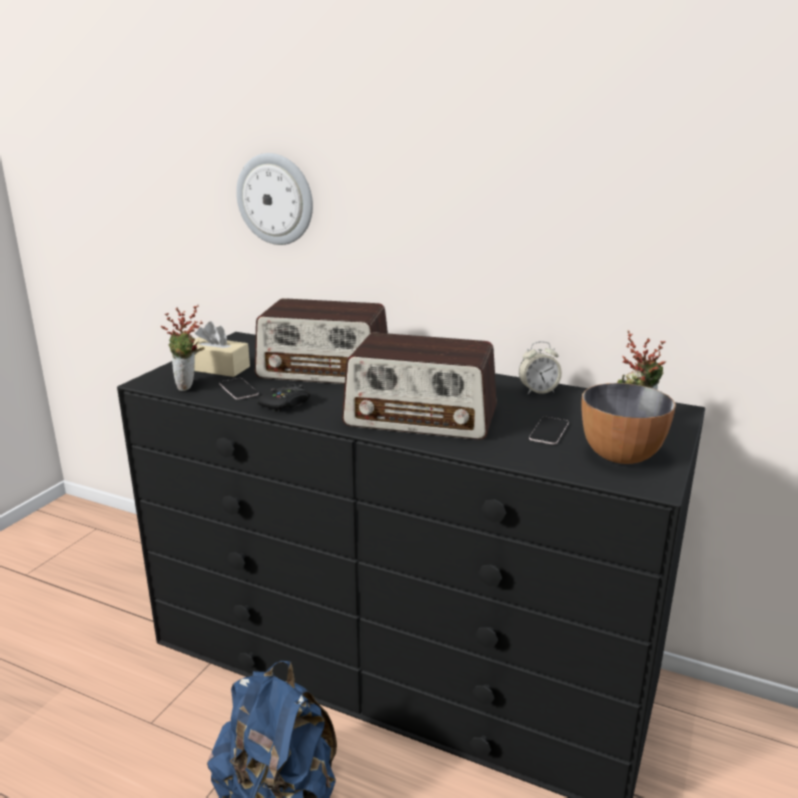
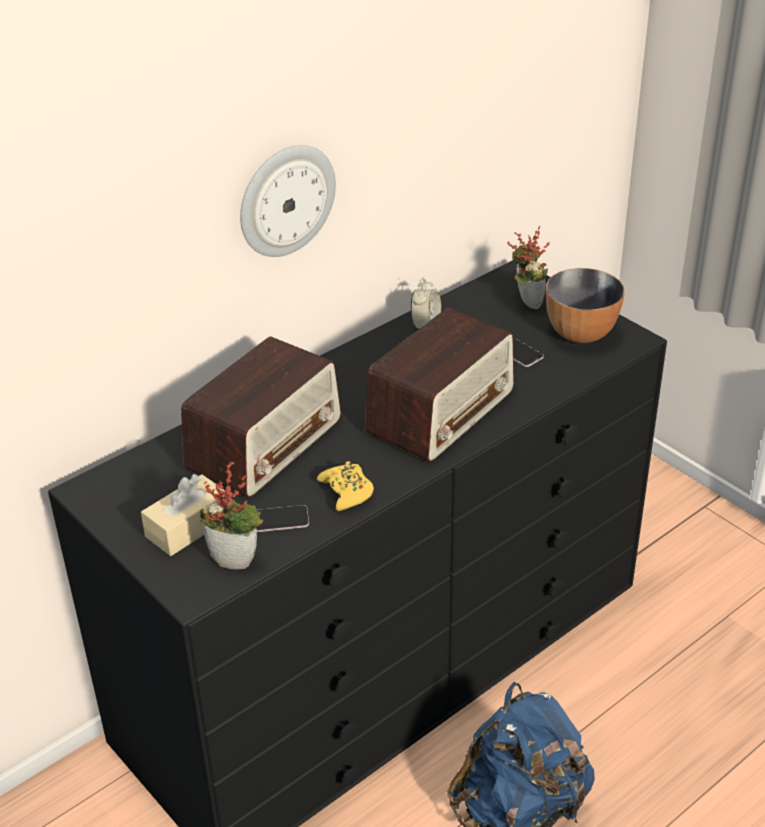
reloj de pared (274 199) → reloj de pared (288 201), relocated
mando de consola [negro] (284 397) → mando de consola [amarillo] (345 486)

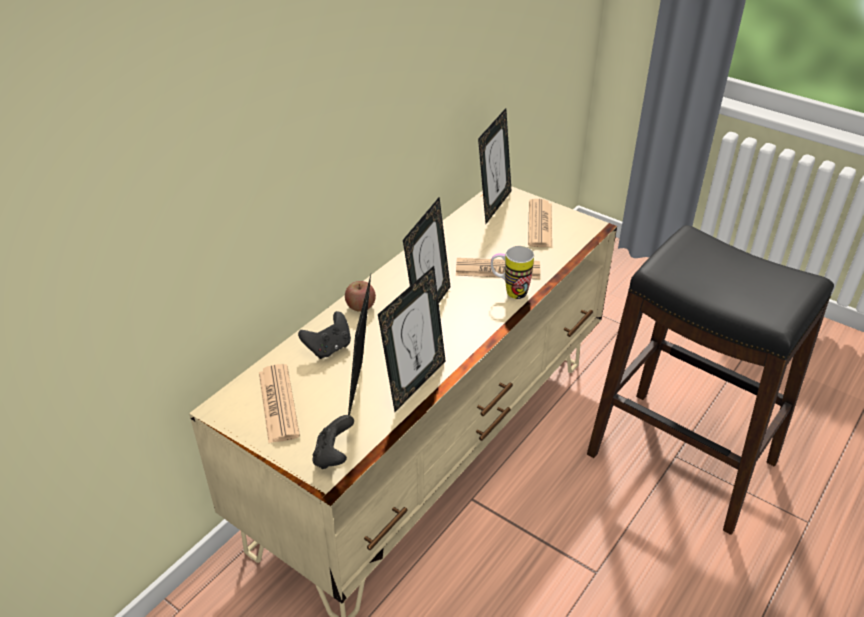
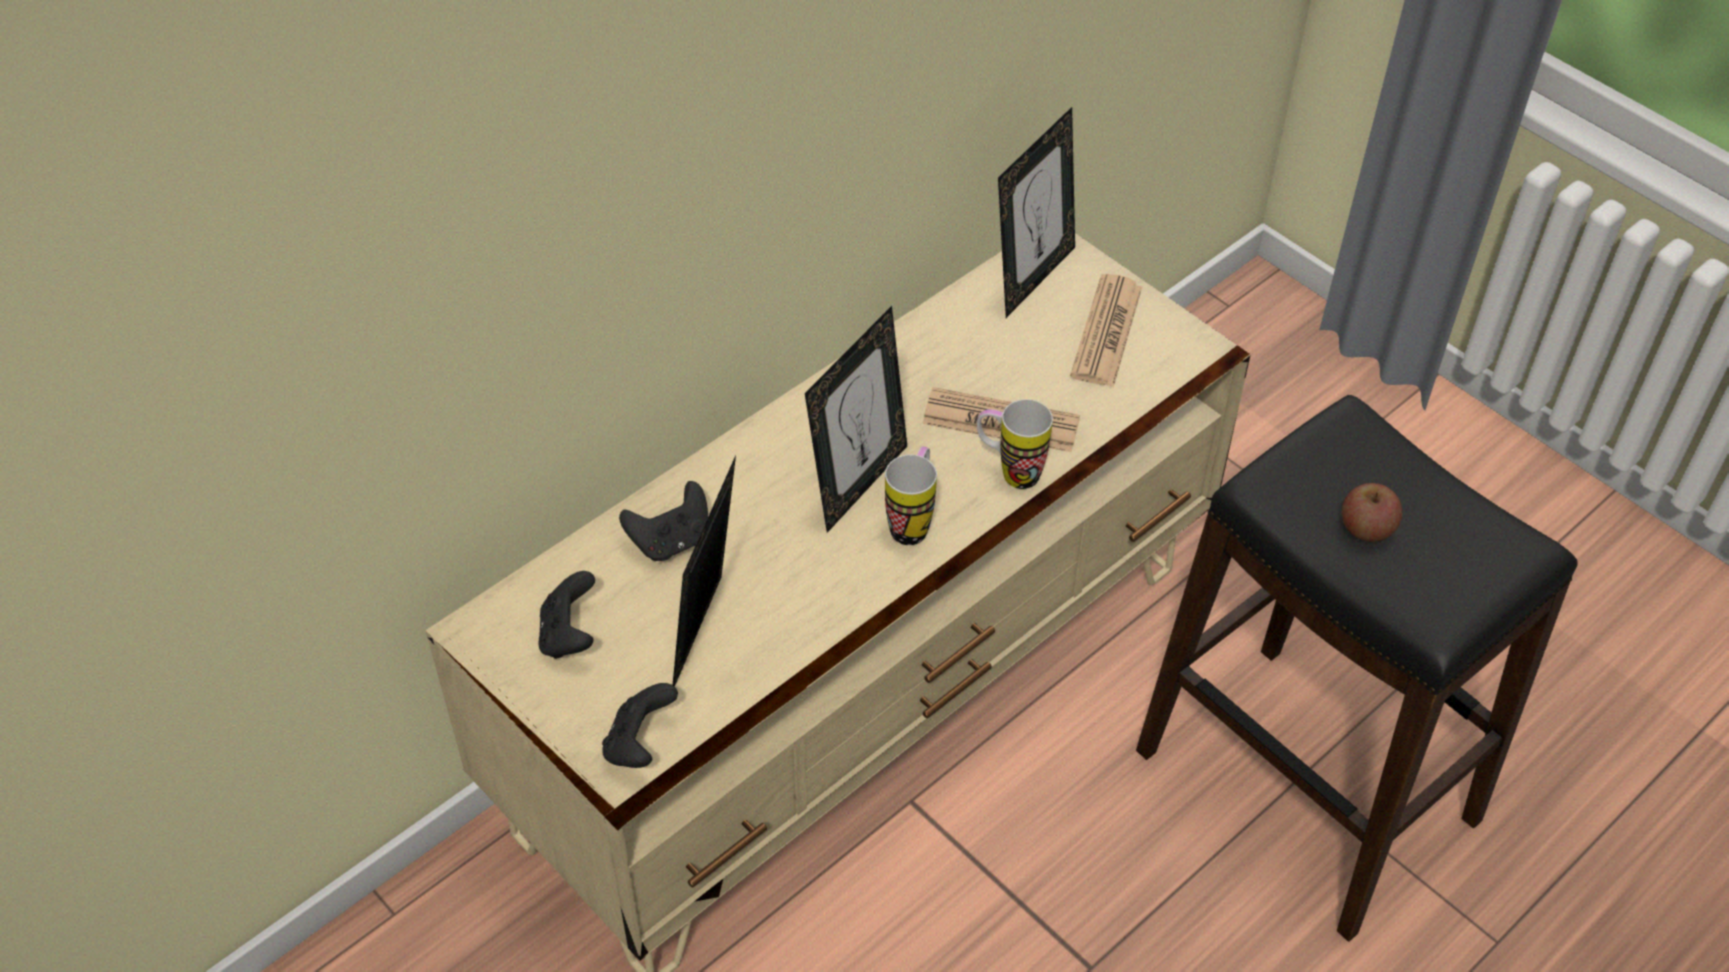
periódico (279 403) → mando de consola [negro] (566 615)
manzana (360 296) → manzana (1372 512), relocated
portarretratos (412 339) → -
- → taza grande (911 496)

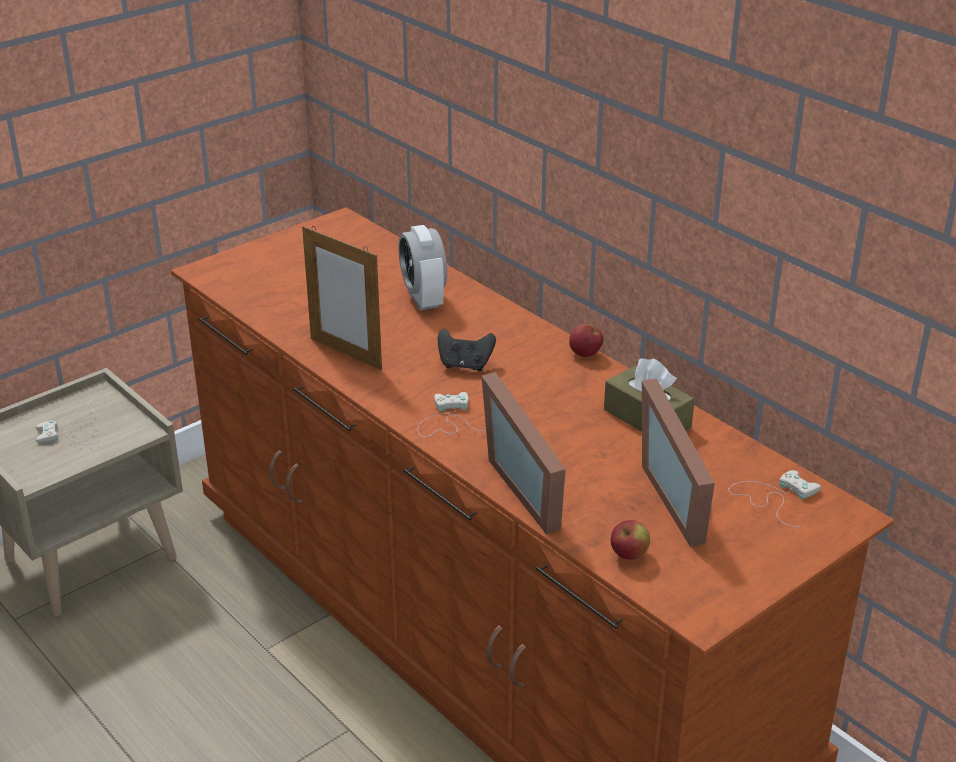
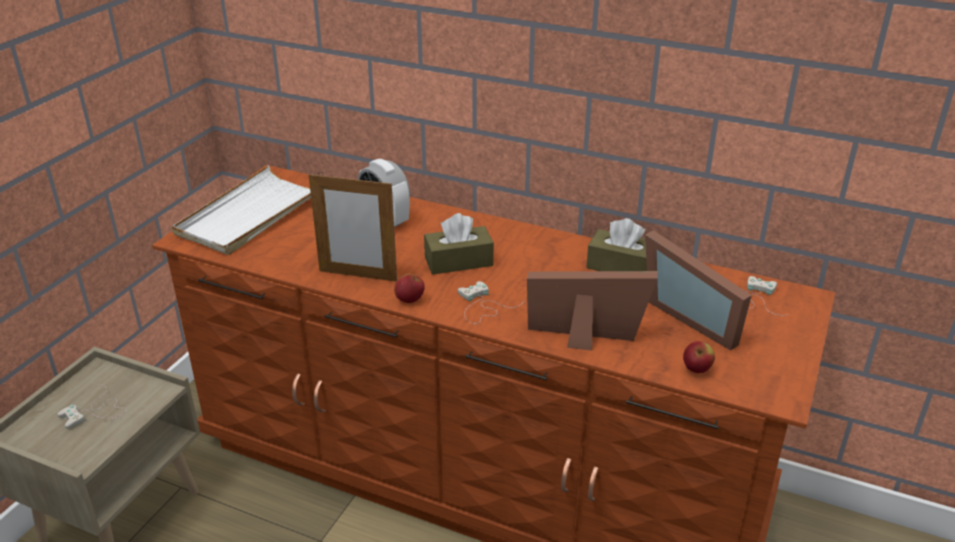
mando de consola [negro] (467 350) → caja de pañuelos [marrón] (459 244)
portarretratos (523 453) → portarretratos (592 311), 150 degrees clockwise
manzana (586 340) → manzana (409 288), relocated
- → bandeja [blanco] (241 210)

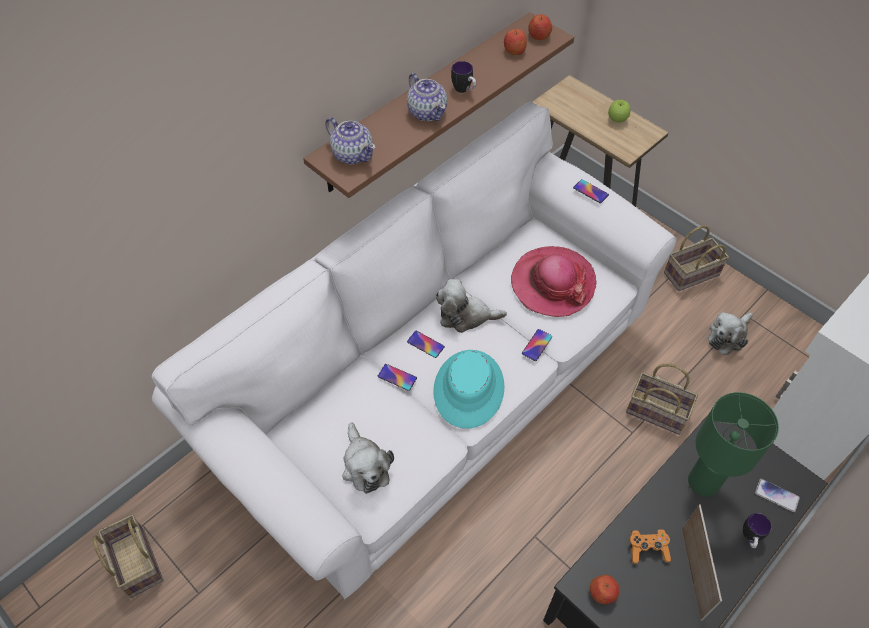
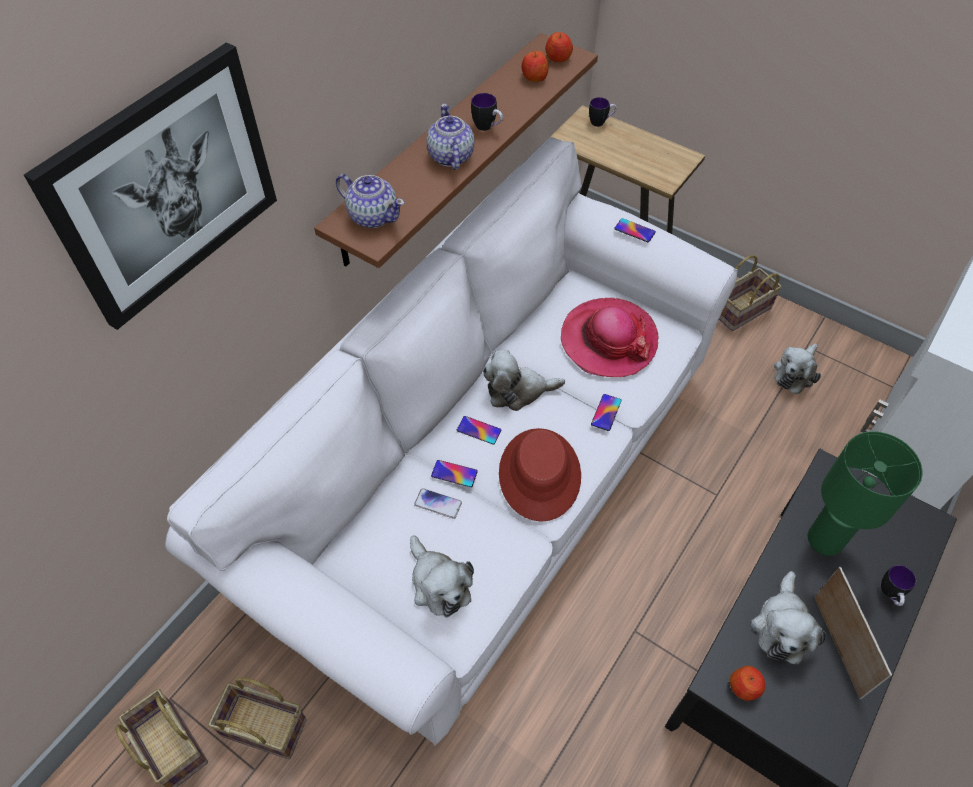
tetera (427 97) → tetera (450 137), 150 degrees counterclockwise
sombrero [turquesa] (469 389) → sombrero [rojo] (540 475)
manzana (619 111) → -
cesta (662 399) → cesta (257 718), relocated
mando de consola [naranja] (650 546) → peluche (788 617)
móvil (777 495) → móvil (438 503), relocated
- → cuadro (150 186)
- → taza grande (603 112)

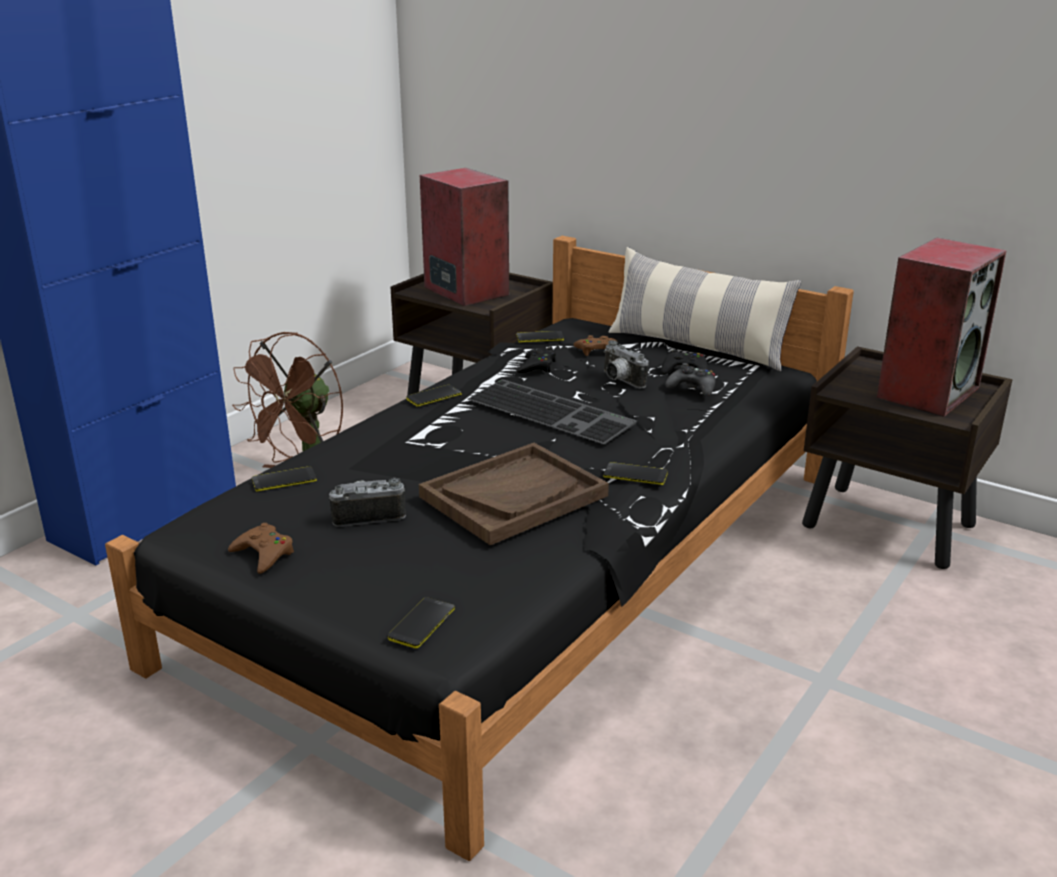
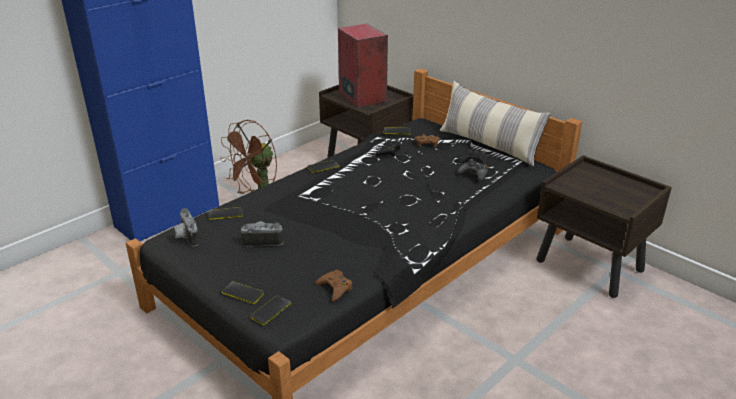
mando de consola [marrón] (261 548) → mando de consola [marrón] (334 286), relocated
bandeja [marrón] (514 494) → -
teclado (552 411) → -
cámara (625 364) → cámara (186 227), relocated
móvil (635 473) → móvil (243 293), relocated
altavoz (942 327) → -

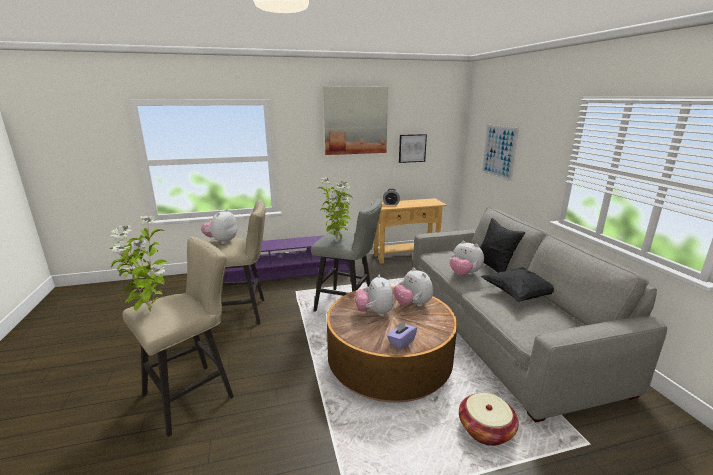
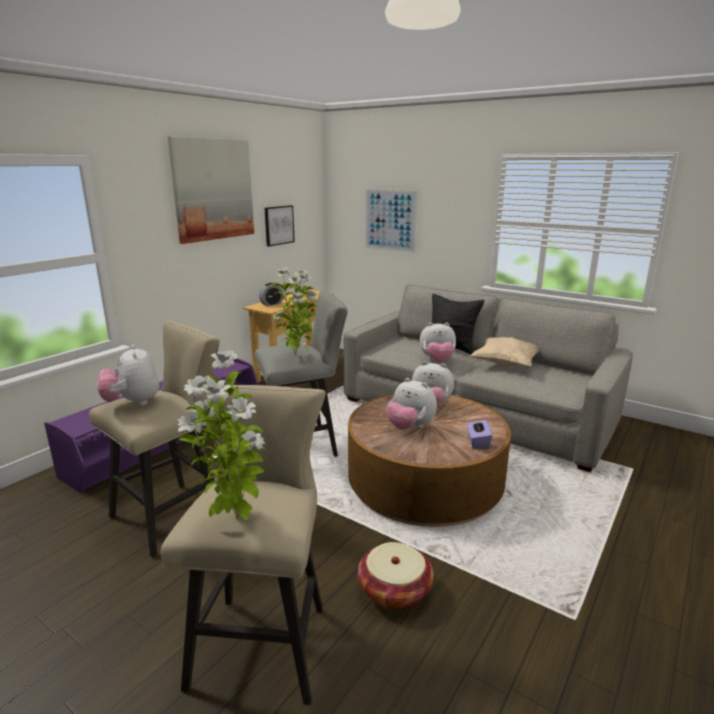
cesta (489 419) → cesta (396 576), relocated
cojín [negro] (517 284) → cojín [beis] (504 352)

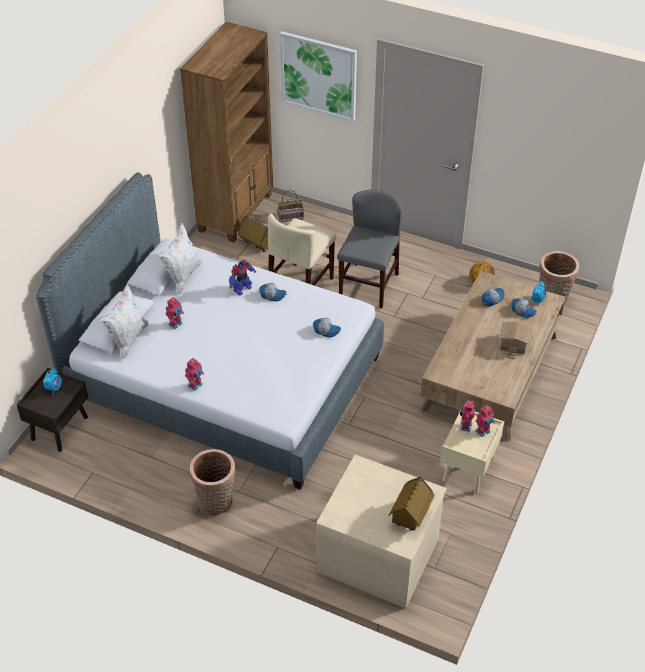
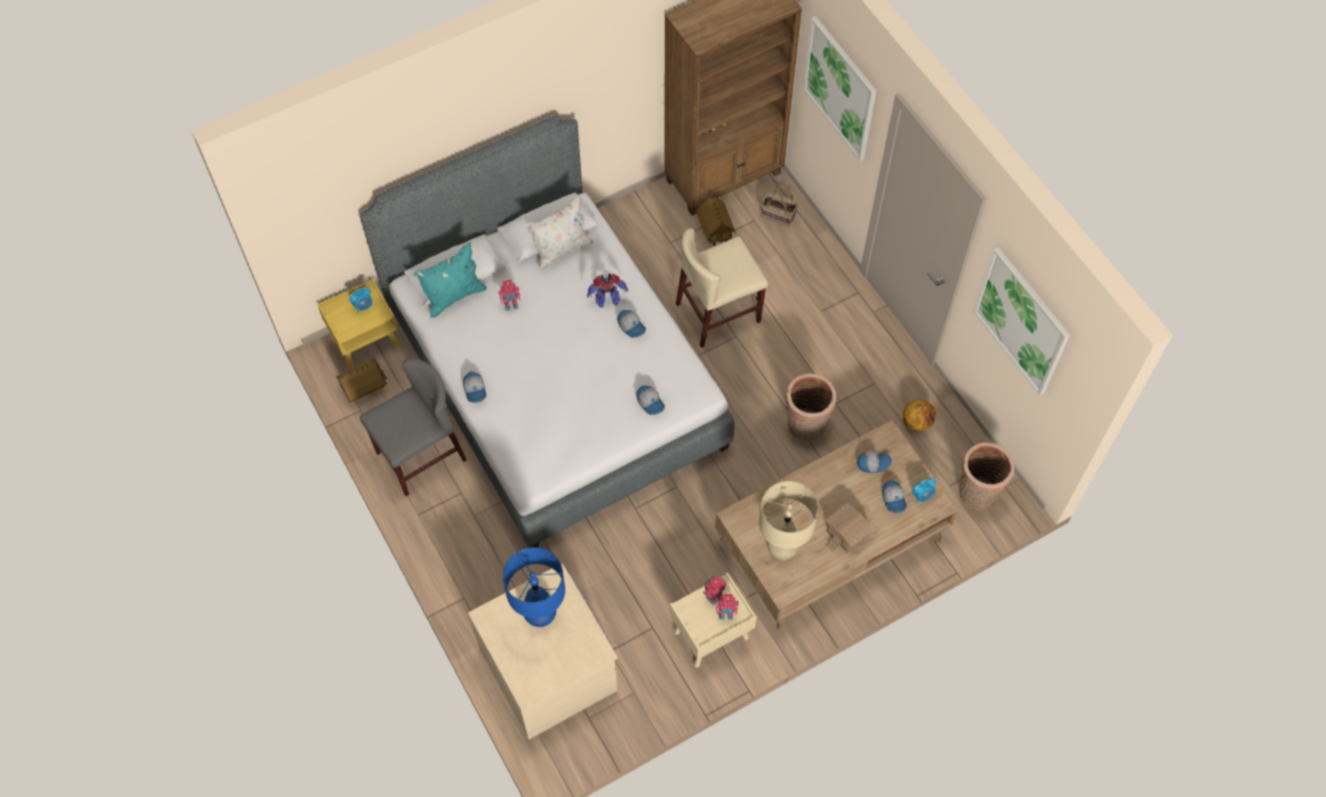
mesita de noche [marrón] (52 410) → mesita de noche [amarillo] (358 324)
cojín [blanco] (125 321) → cojín [turquesa] (450 280)
robot de juguete (194 374) → gorra (474 387)
cesta (213 482) → cesta (811 407), relocated
silla [gris] (369 248) → silla [gris] (413 427), relocated
casita (412 504) → casita (362 381), relocated
- → lámpara de mesa [azul] (534 587)
- → lámpara de mesa [beis] (788 520)
- → cuadro (1021 321)

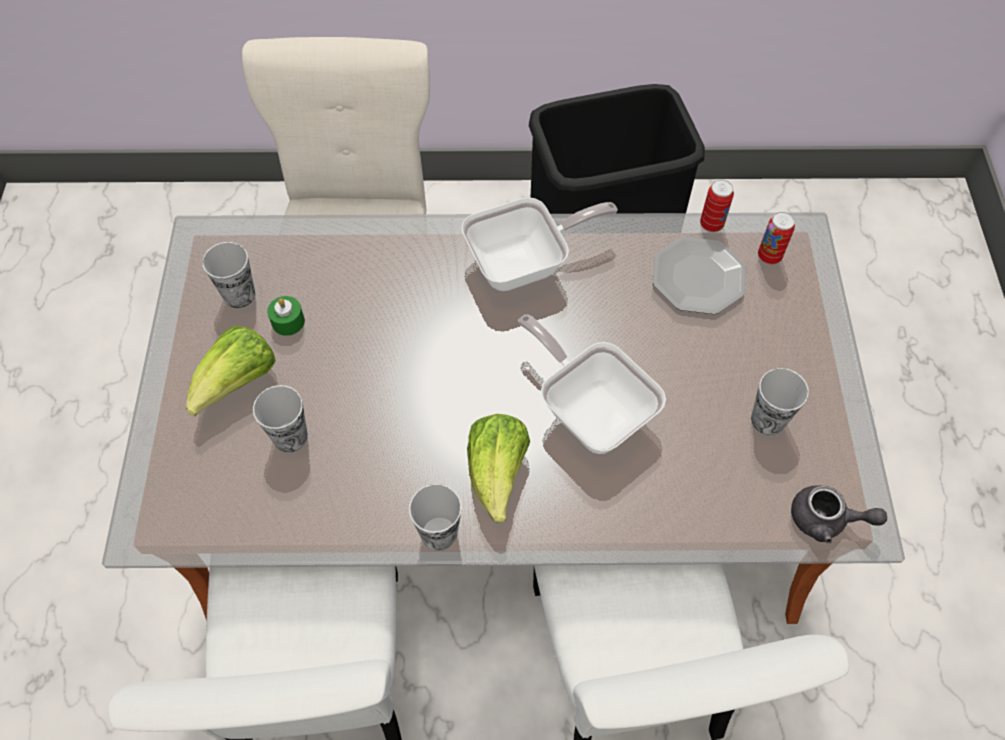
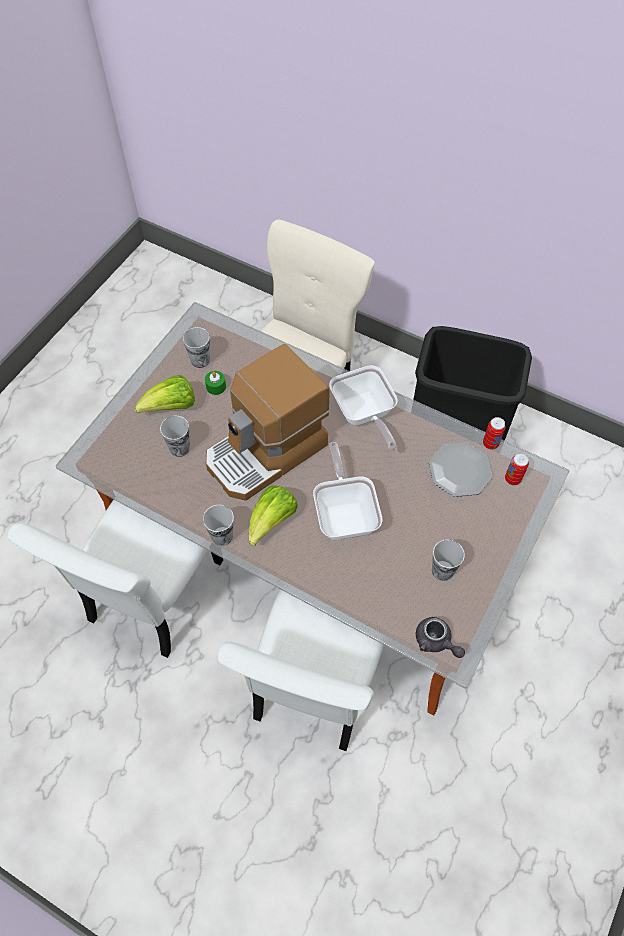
sartén (539 244) → sartén (363 408), 60 degrees clockwise
- → cafetera (268 422)

